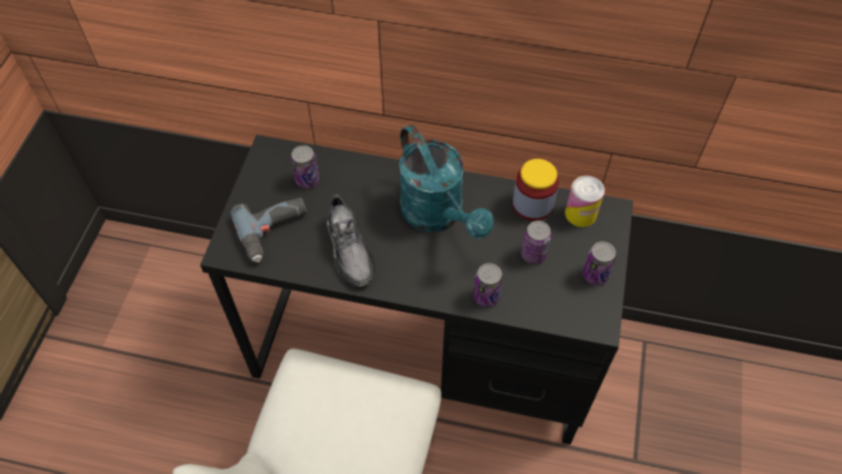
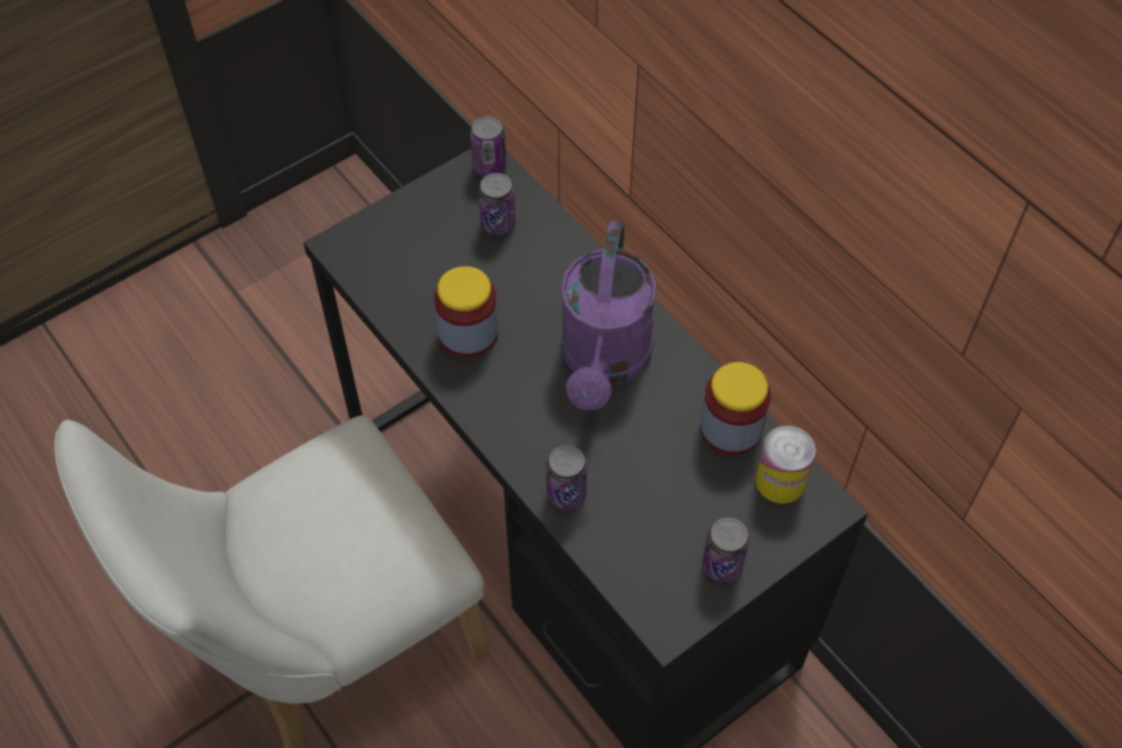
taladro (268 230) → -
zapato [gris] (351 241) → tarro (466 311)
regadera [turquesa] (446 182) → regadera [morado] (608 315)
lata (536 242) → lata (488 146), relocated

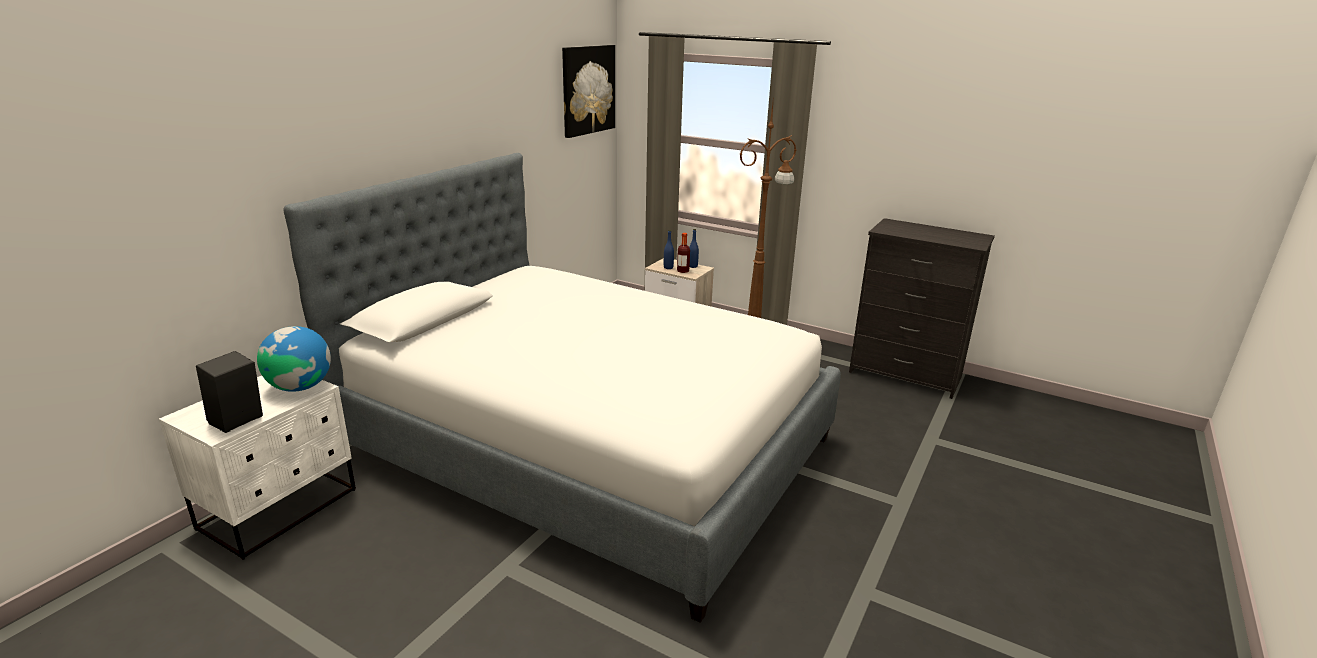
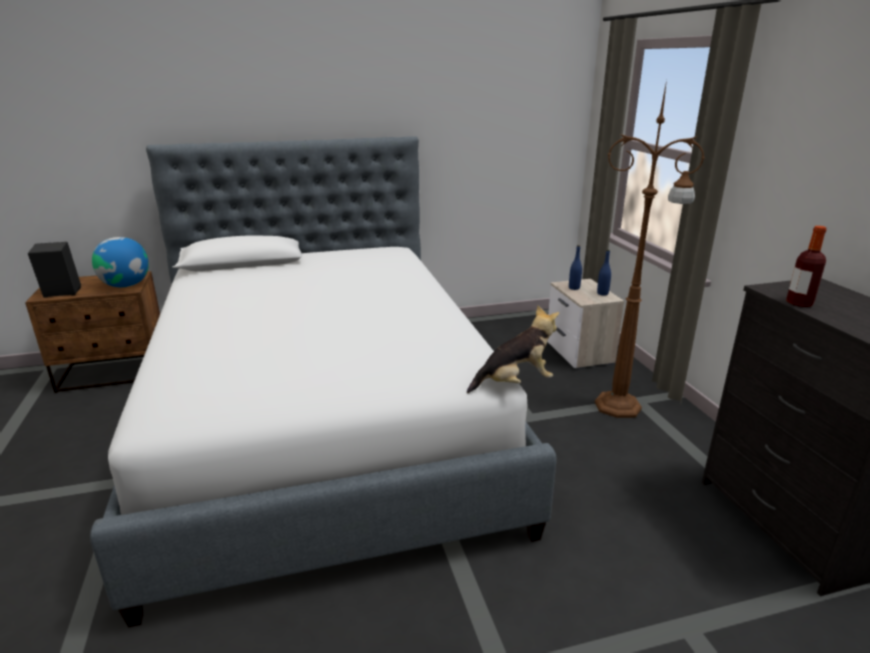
mesita de noche [blanco] (257 468) → mesita de noche [marrón] (92 332)
cuadro (588 91) → -
botella (683 253) → botella (806 266), relocated
- → peluche (513 349)

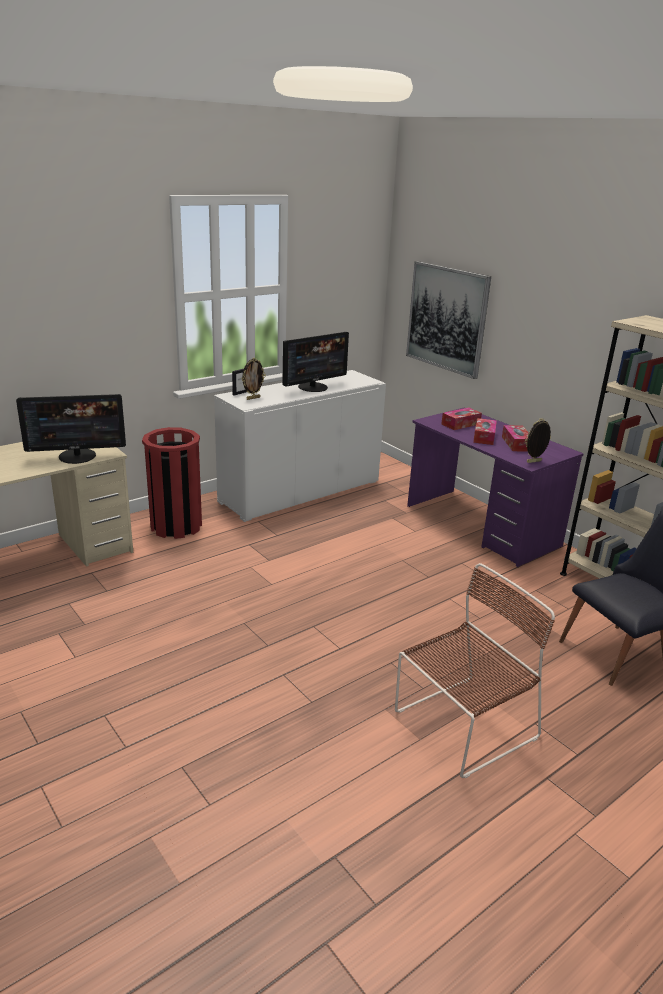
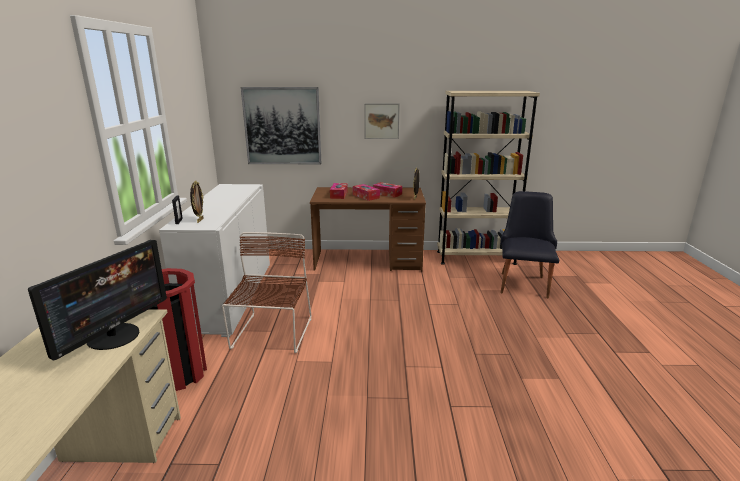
monitor (315 362) → -
silla [marrón] (475 671) → silla [marrón] (266 292), relocated
escritorio [morado] (495 487) → escritorio [marrón] (368 229)
- → cuadro (382 121)

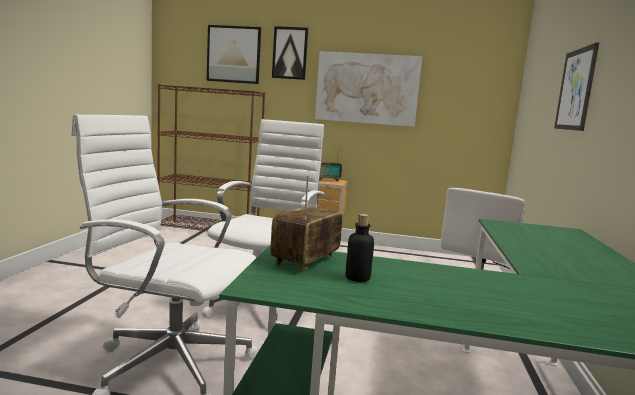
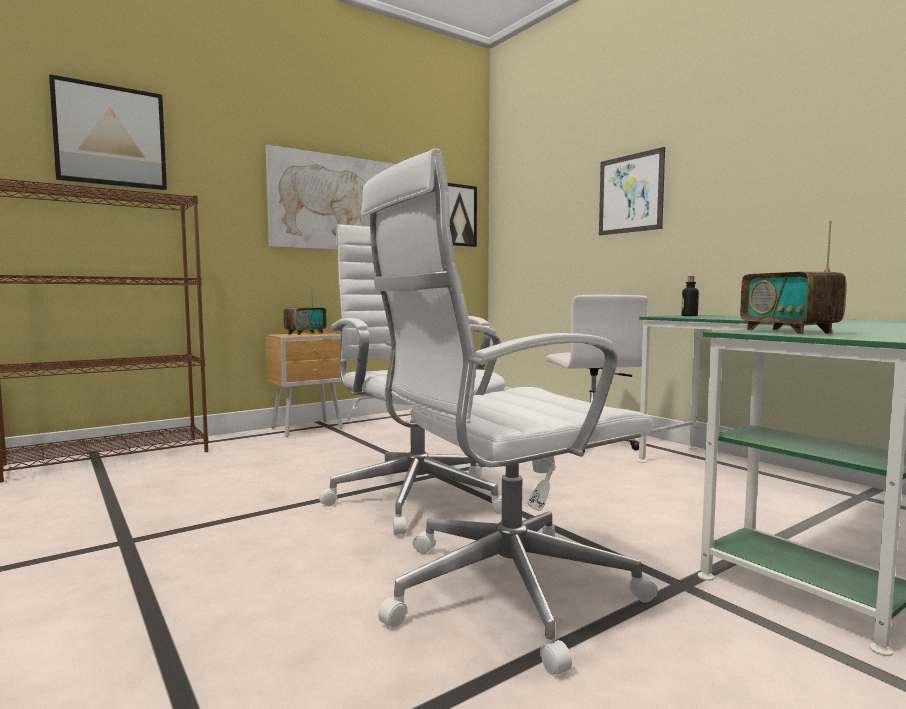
cuadro (290 53) → cuadro (462 215), relocated
botella (360 248) → botella (690 296), relocated

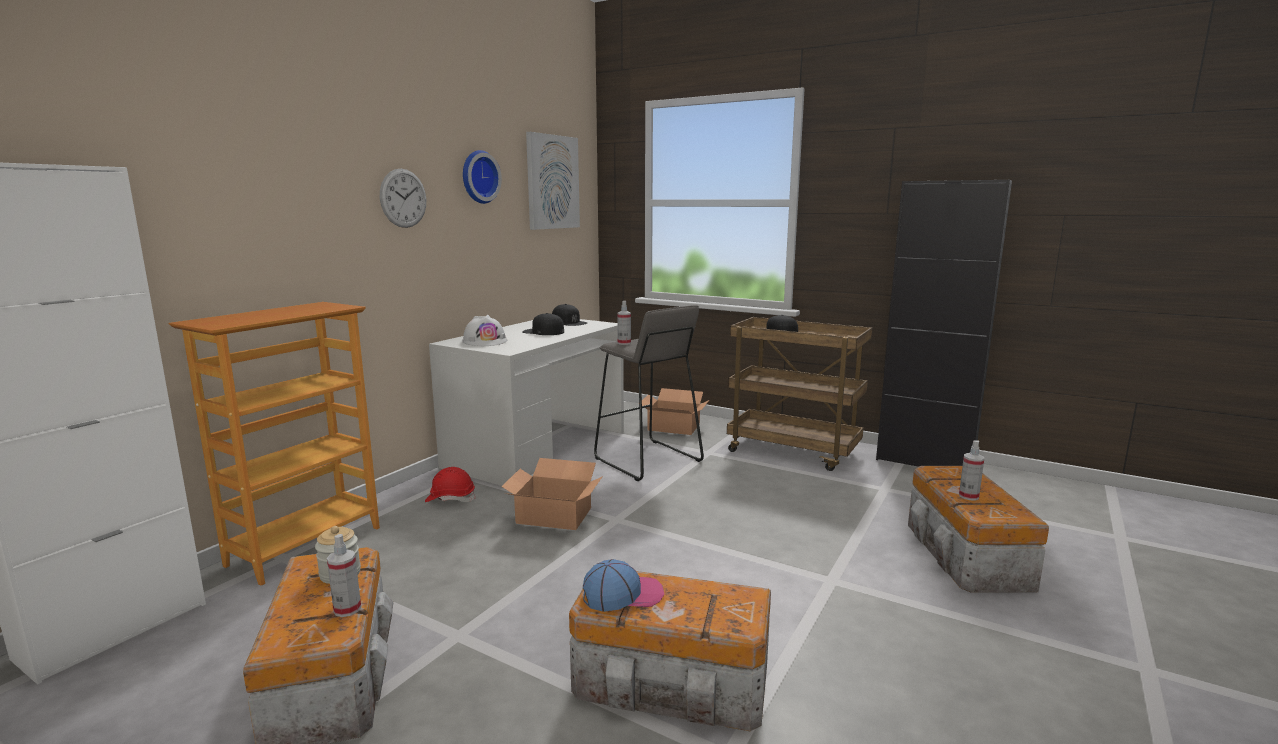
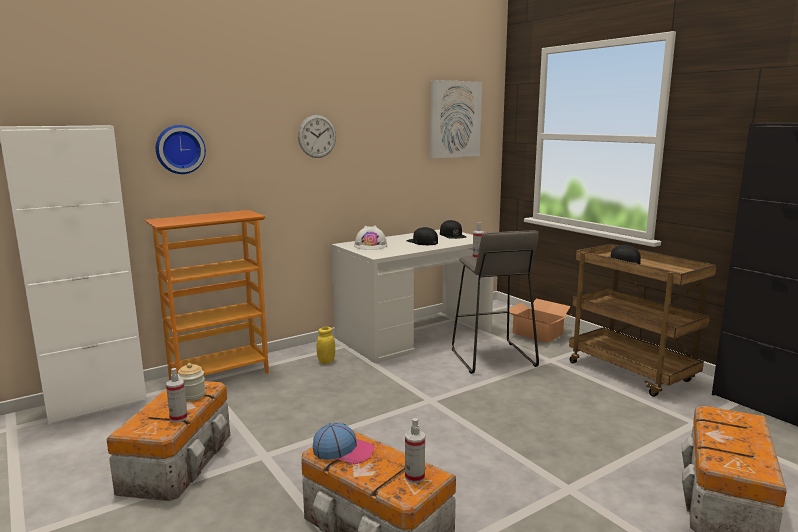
casco [rojo] (450 484) → tarro [amarillo] (326 345)
reloj de pared (482 177) → reloj de pared (181 149), relocated
caja de cartón (552 494) → -
pulverizador (971 470) → pulverizador (415 450), relocated

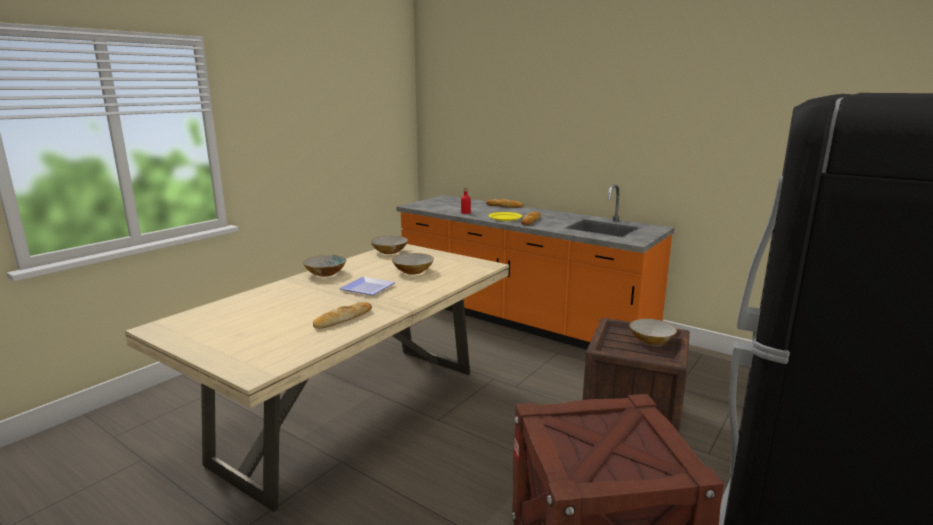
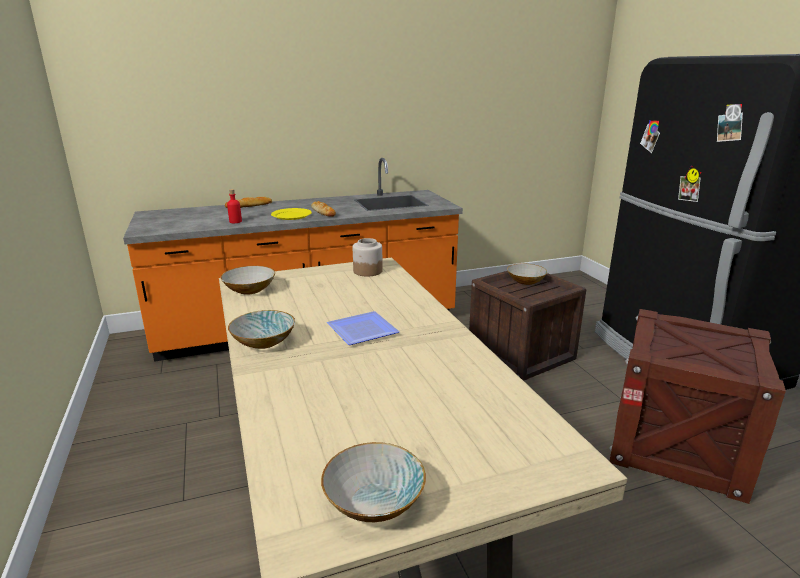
pan (342 315) → -
cuenco (413 264) → cuenco (373 482), relocated
- → tarro (368 257)

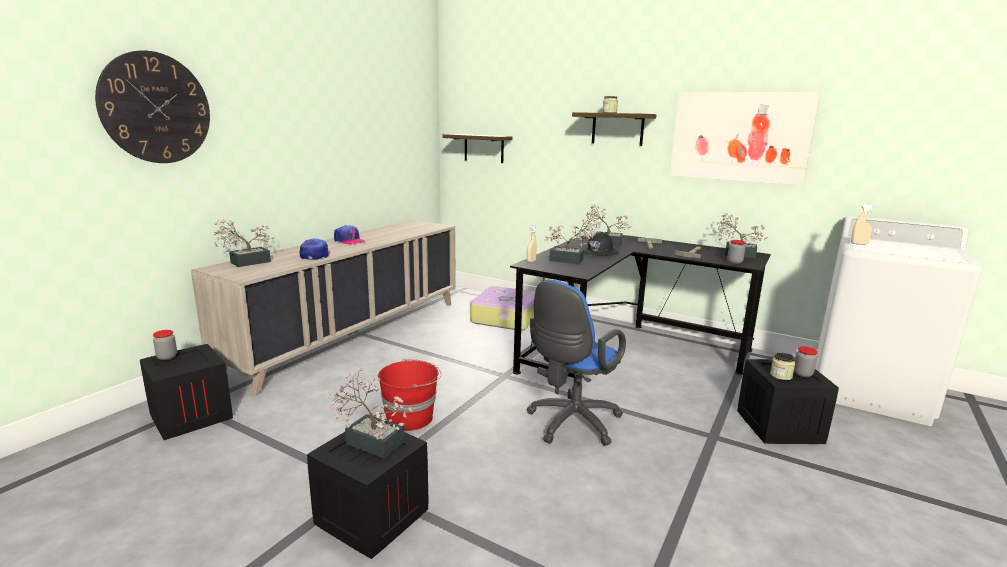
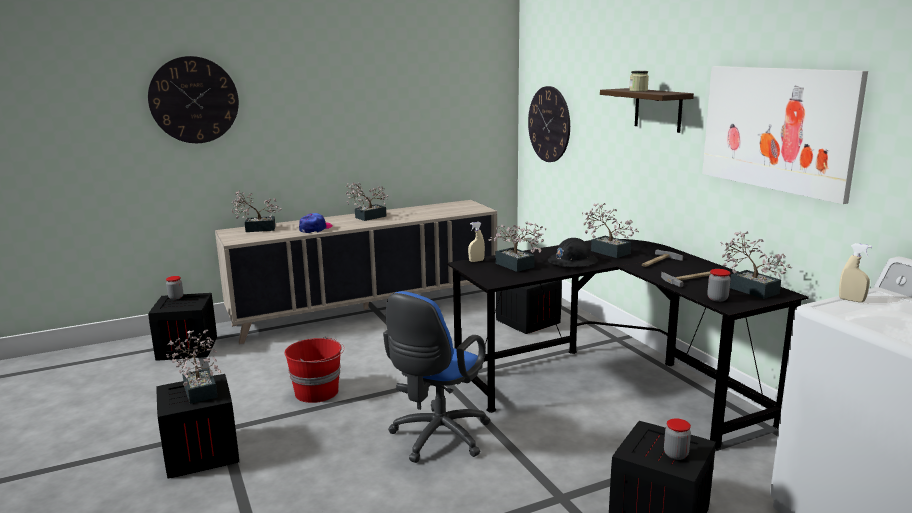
gorra (350 234) → planta en maceta (367 201)
estante (477 148) → reloj de pared (549 124)
maleta (502 308) → caja de embalaje (529 307)
silla de oficina [azul] (576 363) → silla de oficina [azul] (437 377), 45 degrees counterclockwise
tarro (782 366) → -

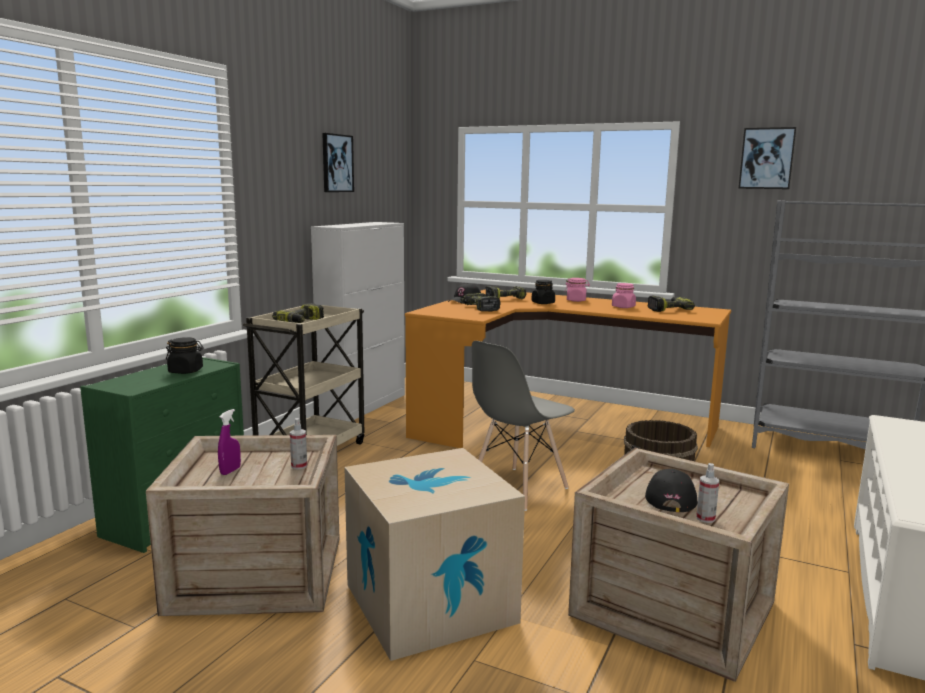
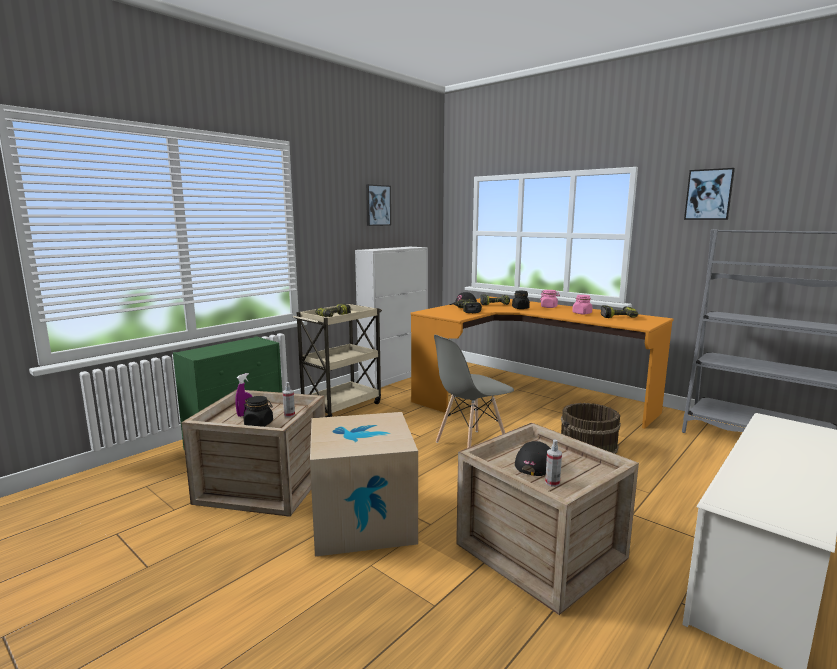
tarro [negro] (185 355) → tarro [negro] (258 411), relocated

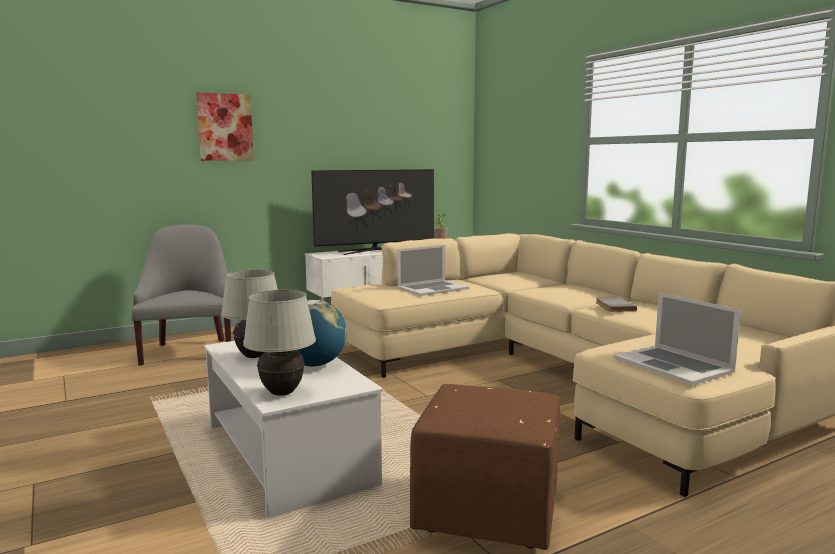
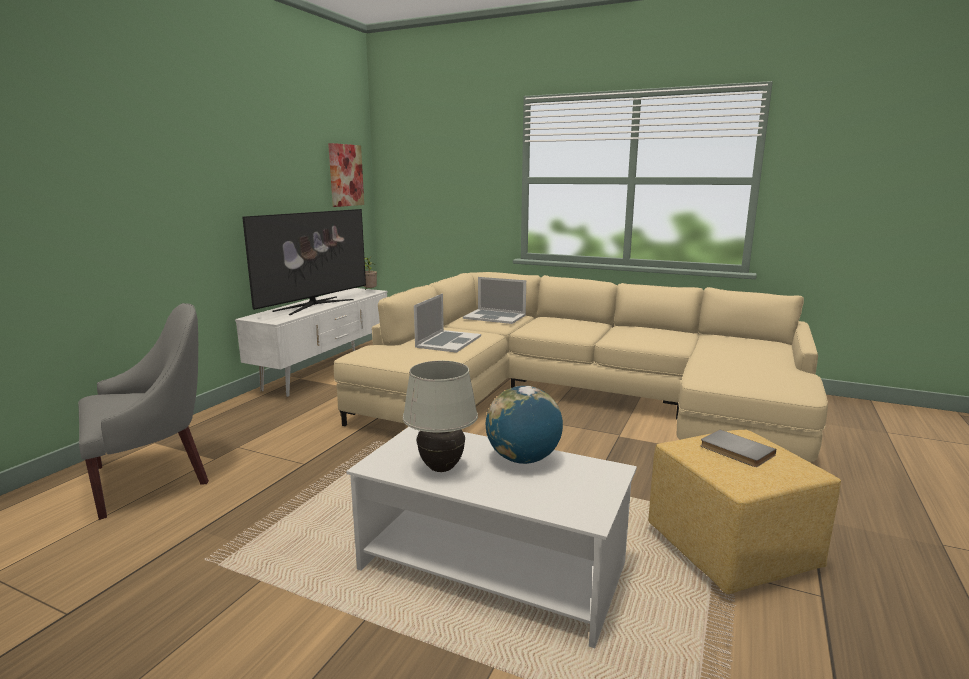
sillón [gris] (181 295) → sillón [gris] (143 411), 105 degrees clockwise
cuadro (225 126) → cuadro (346 175), relocated
lámpara de mesa [blanco] (279 343) → -
puf [marrón] (485 467) → puf [amarillo] (744 512)
libro [gris] (616 304) → libro [gris] (738 448), relocated
portátil (677 338) → portátil (494 300), relocated

